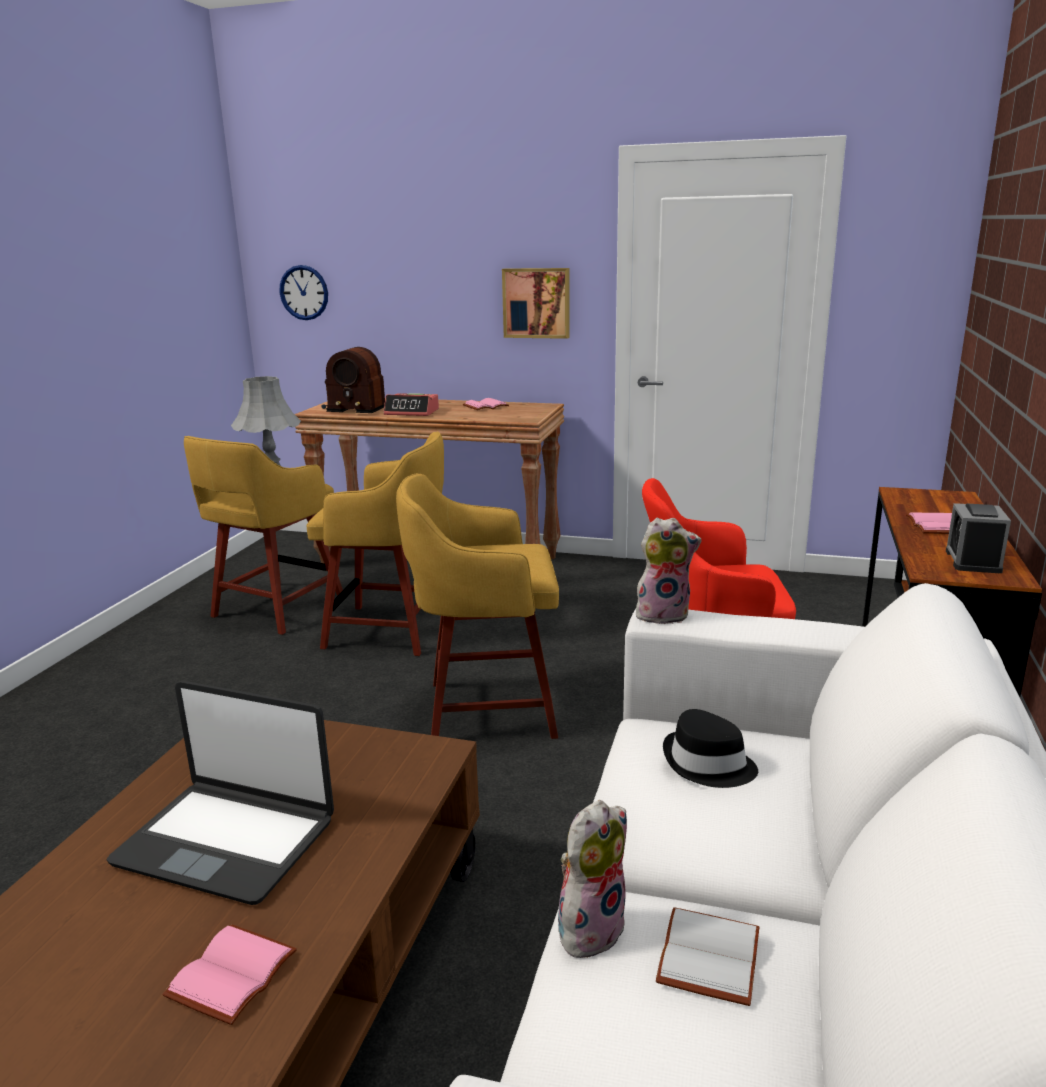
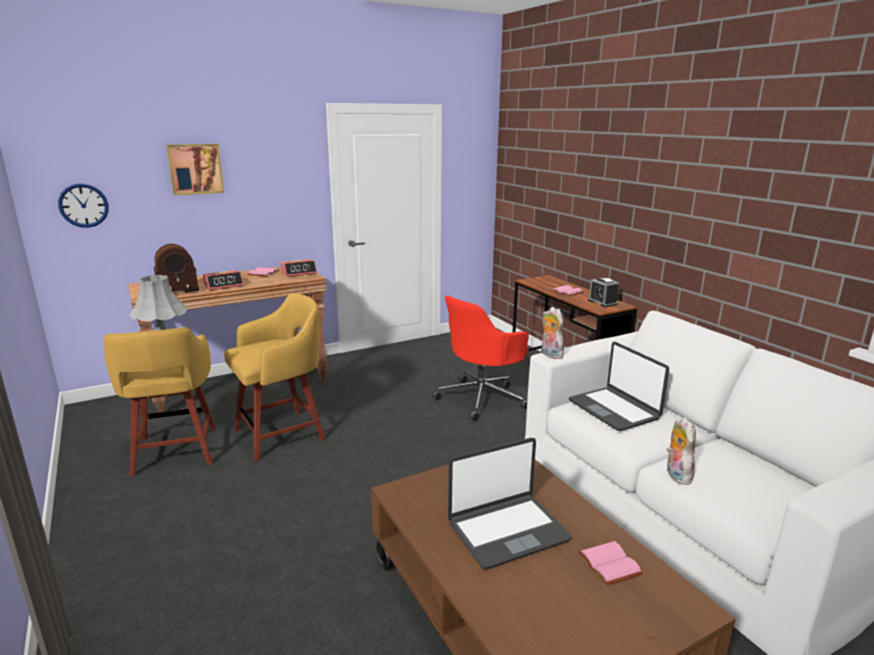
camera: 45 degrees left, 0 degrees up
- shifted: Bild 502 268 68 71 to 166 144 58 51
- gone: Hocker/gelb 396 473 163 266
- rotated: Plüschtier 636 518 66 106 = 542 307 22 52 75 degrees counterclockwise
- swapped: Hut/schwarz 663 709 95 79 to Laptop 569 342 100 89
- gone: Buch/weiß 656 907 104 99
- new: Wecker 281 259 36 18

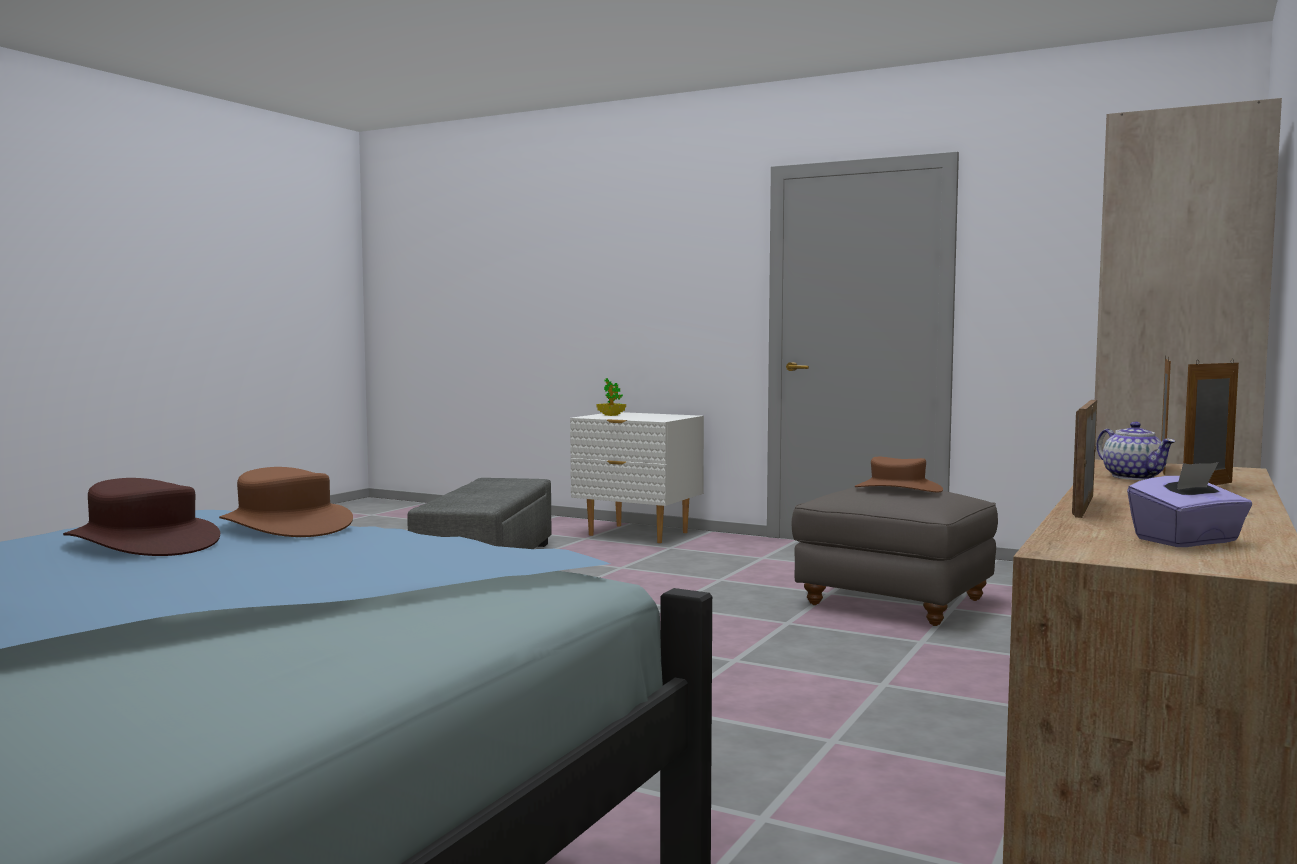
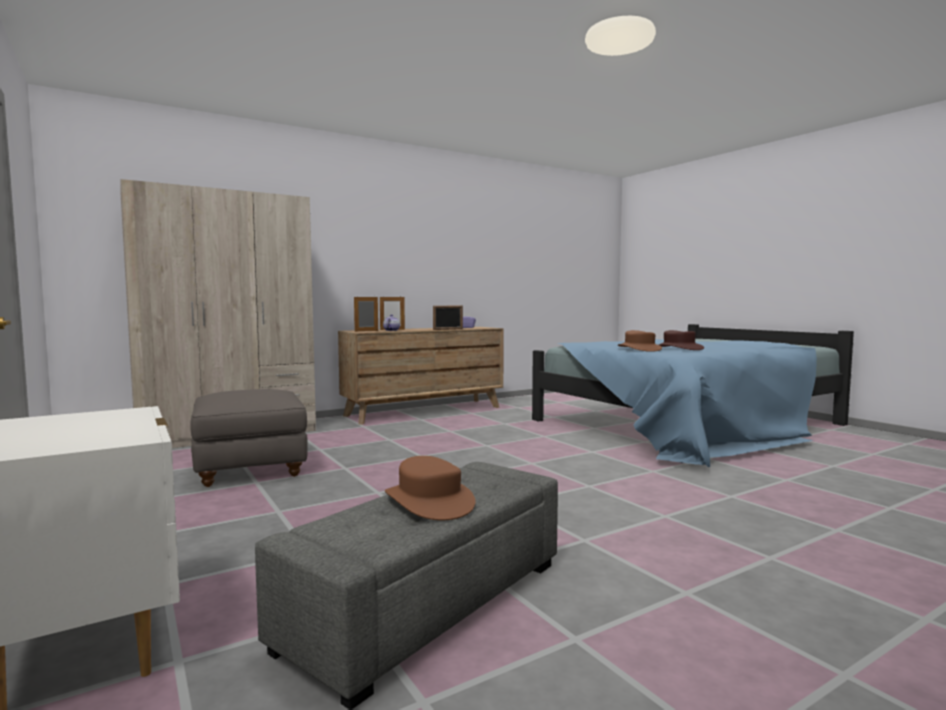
camera: 150 degrees left, 0 degrees up
- gone: Topfpflanze 596 378 30 38
- shifted: Hut/braun 855 457 88 35 to 385 456 91 64

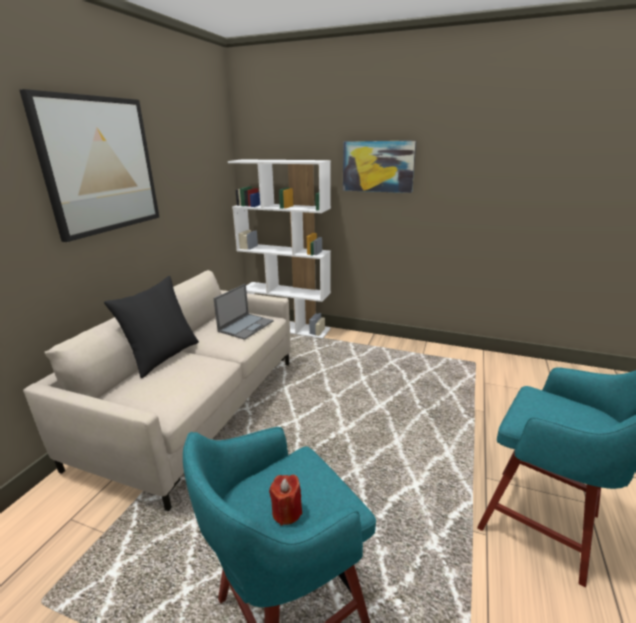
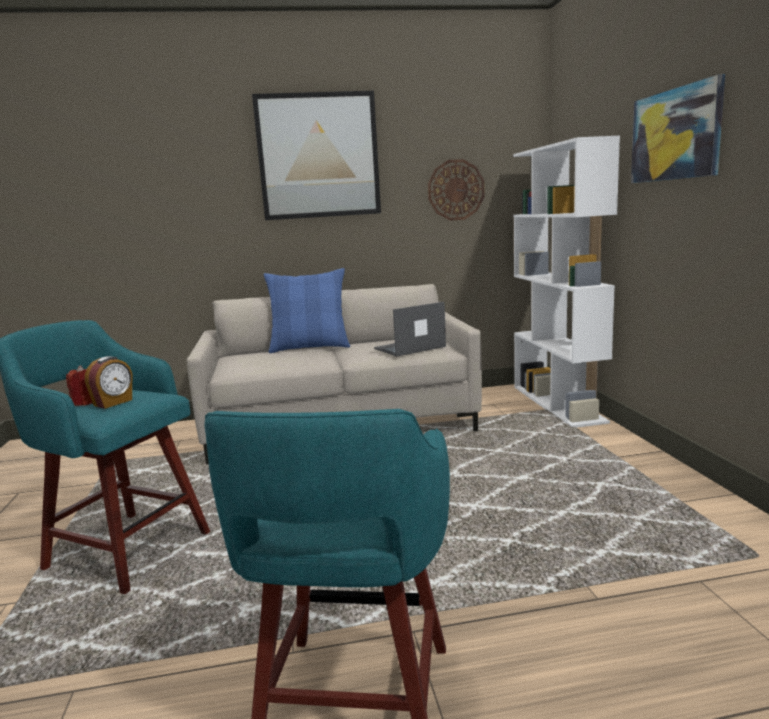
camera: 60 degrees right, 10 degrees down
- repainted: Kissen/schwarz 104 276 95 102 to Kissen/blau 264 268 86 85
- rotated: Laptop 213 284 60 56 = 374 302 72 55 150 degrees clockwise
- new: Wanduhr 428 159 57 62
- new: Wecker 85 356 48 53

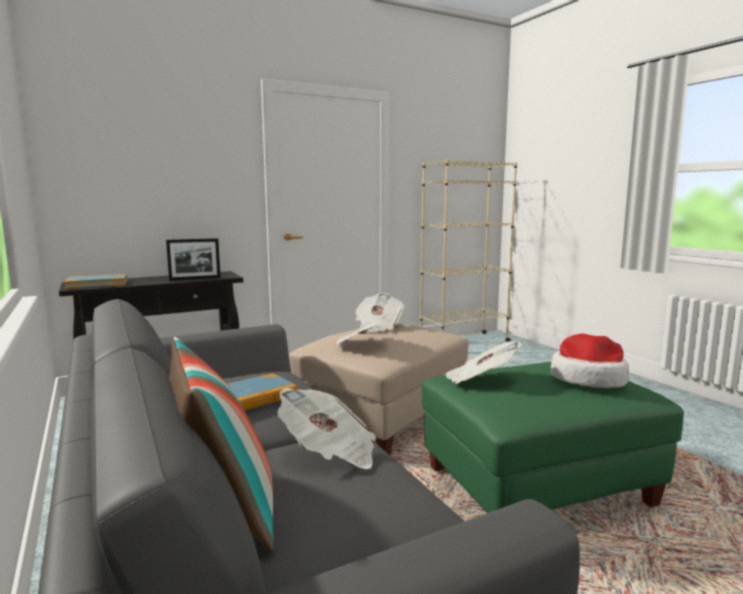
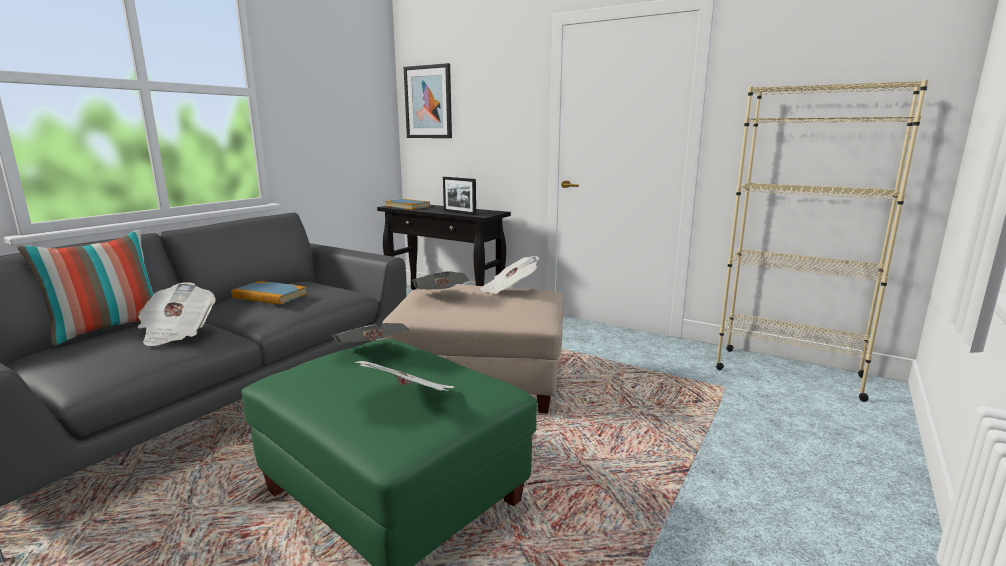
camera: 60 degrees right, 5 degrees up
- swapped: Hut 551 333 78 55 to Zeitung 355 361 99 30
- new: Bild 404 63 48 75

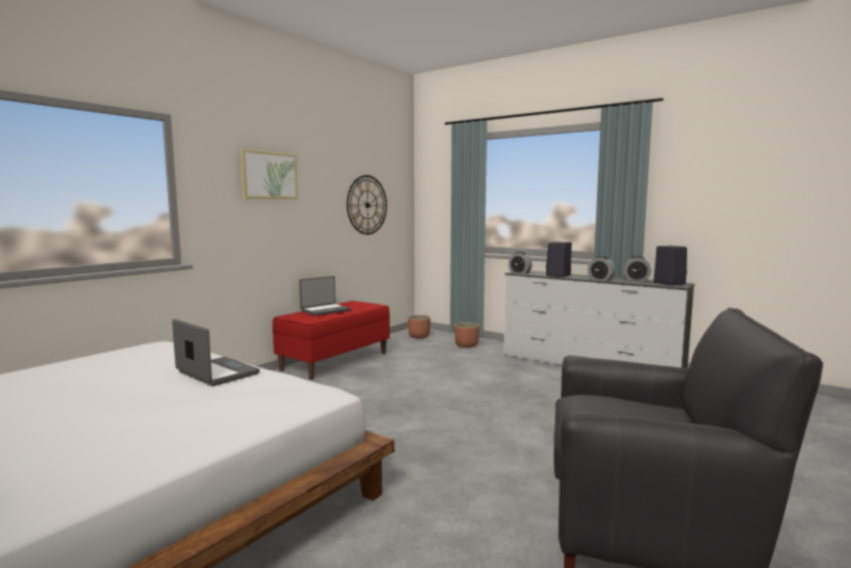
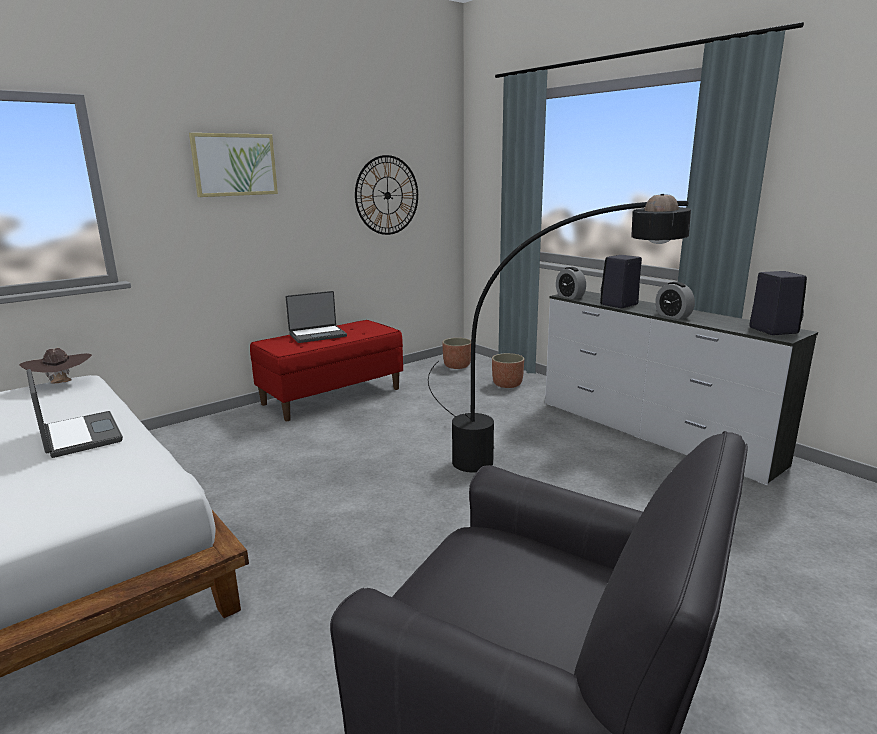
camera: 15 degrees right, 10 degrees up
- gone: Wecker 624 256 27 25
- new: Stehlampe/schwarz 428 194 263 279
- new: Hut/braun 19 348 73 35

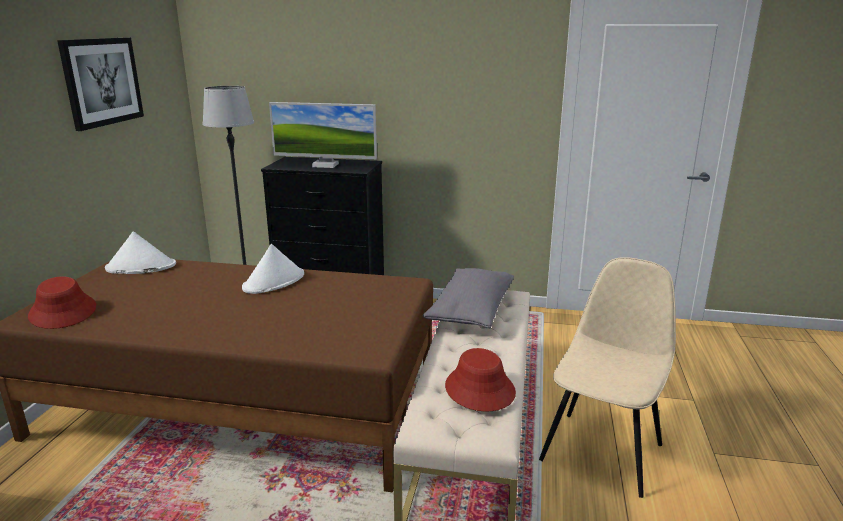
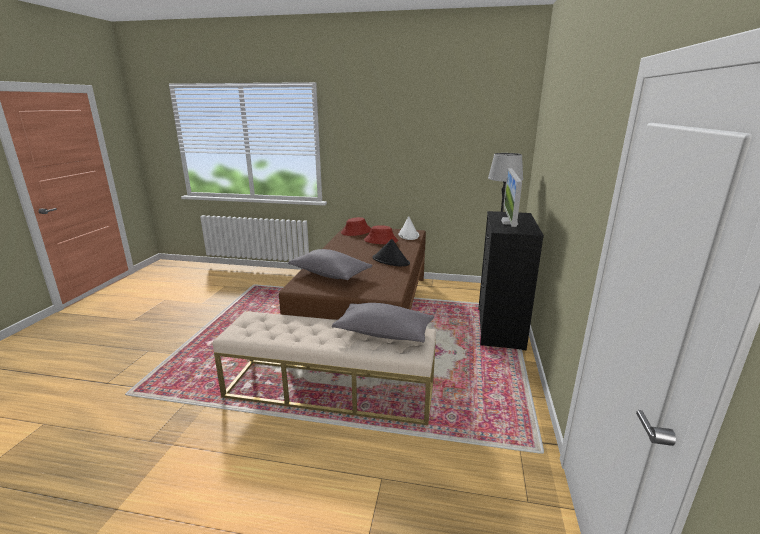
camera: 90 degrees right, 0 degrees up
- gone: Bild 57 38 87 93
- repainted: Hut/weiß 242 244 62 50 to Hut/schwarz 372 239 38 28
- gone: Stuhl/beige 539 257 137 241
- shifted: Hut/rot 445 348 71 64 to 364 225 34 19
- new: Kissen/grau 288 249 84 31

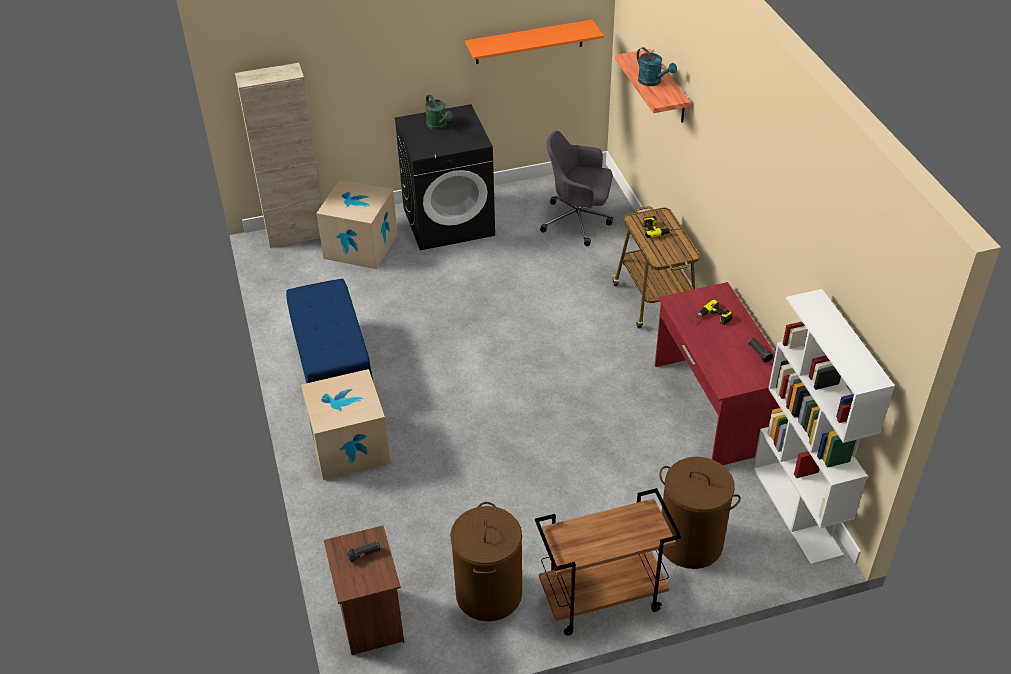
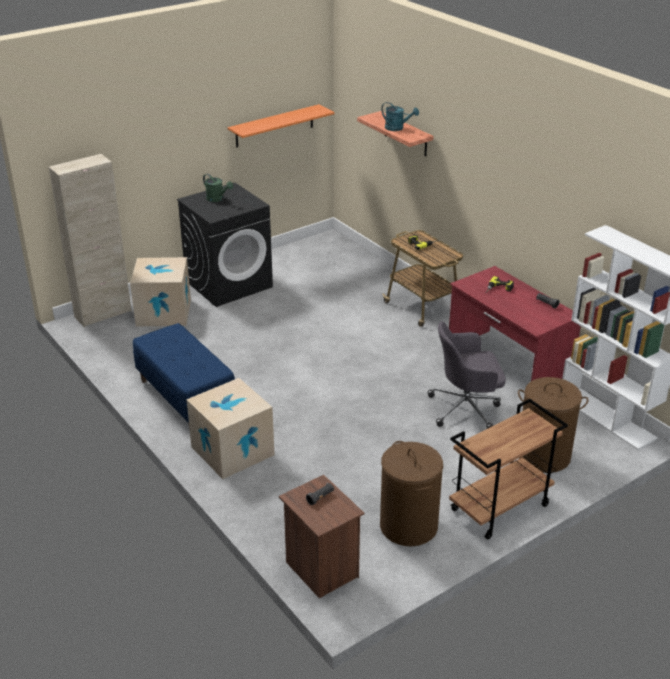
camera: 20 degrees left, 10 degrees down
- shifted: Bürostuhl/grau 540 131 73 115 to 428 321 78 108

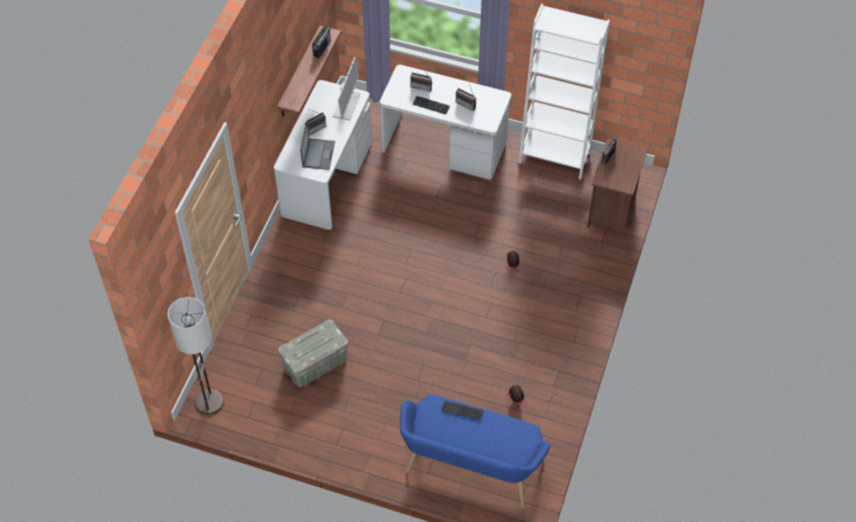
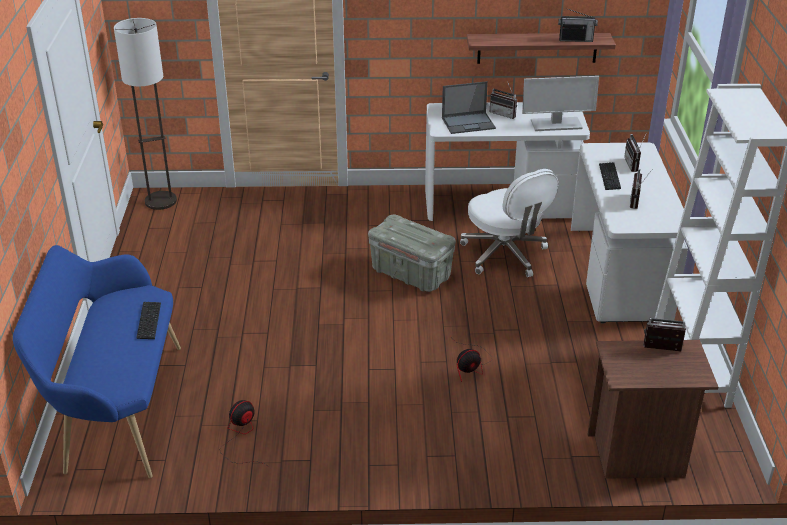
camera: 70 degrees right, 20 degrees down
- shifted: Aufbewahrungsbox/grau 278 320 70 67 to 368 215 88 77
- new: Bürostuhl/weiß 460 169 98 108

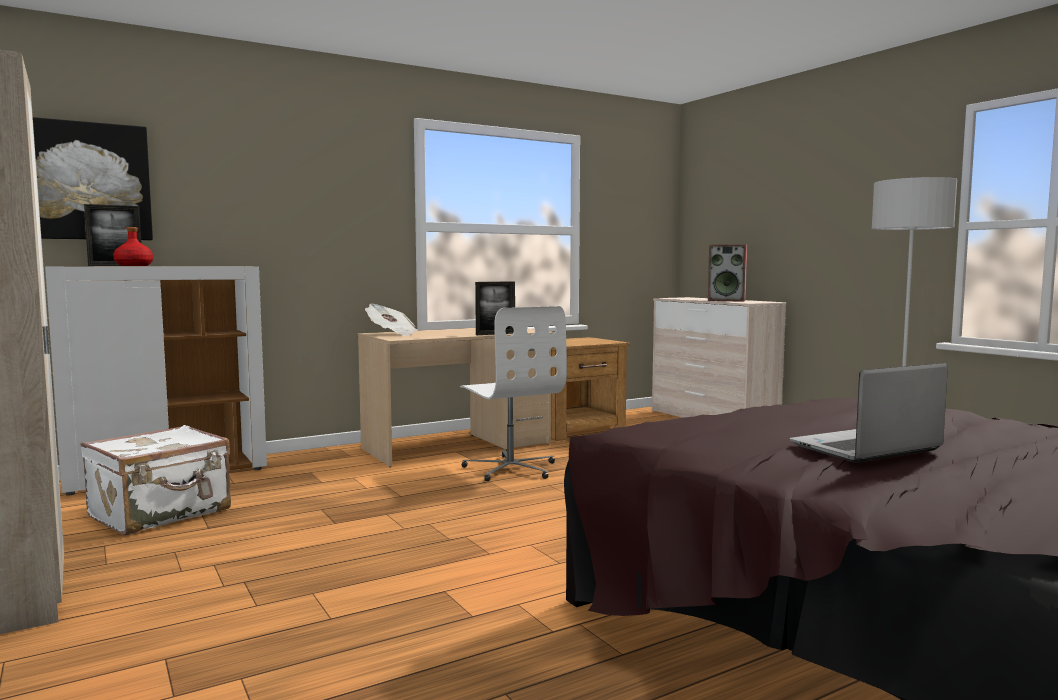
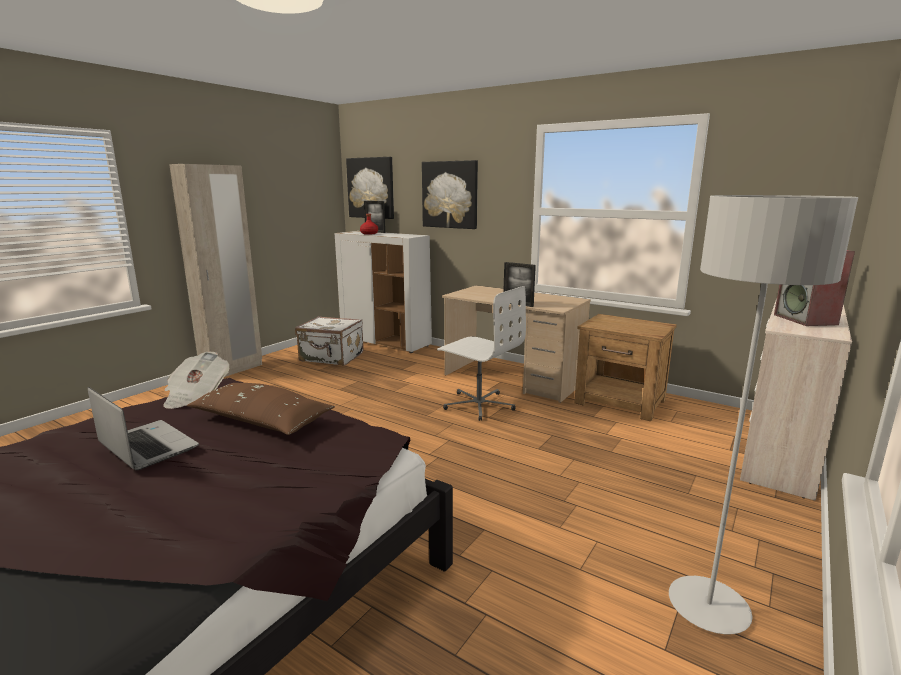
camera: 65 degrees right, 10 degrees up
- shifted: Zeitung 365 304 53 32 to 163 351 67 58
- rotated: Bürostuhl/weiß 460 306 107 176 = 437 286 89 135 90 degrees counterclockwise
- new: Bild 422 160 56 69
- new: Kissen/braun 187 383 148 52

